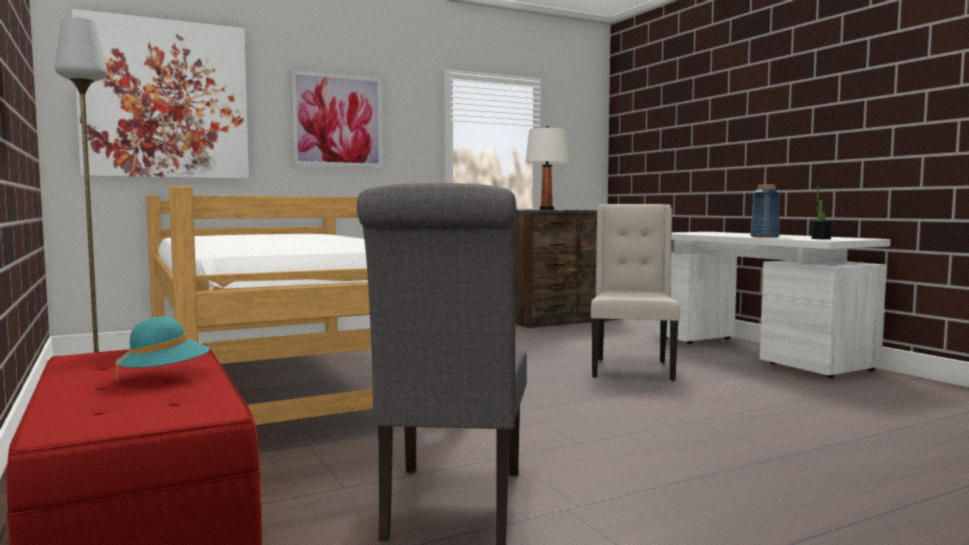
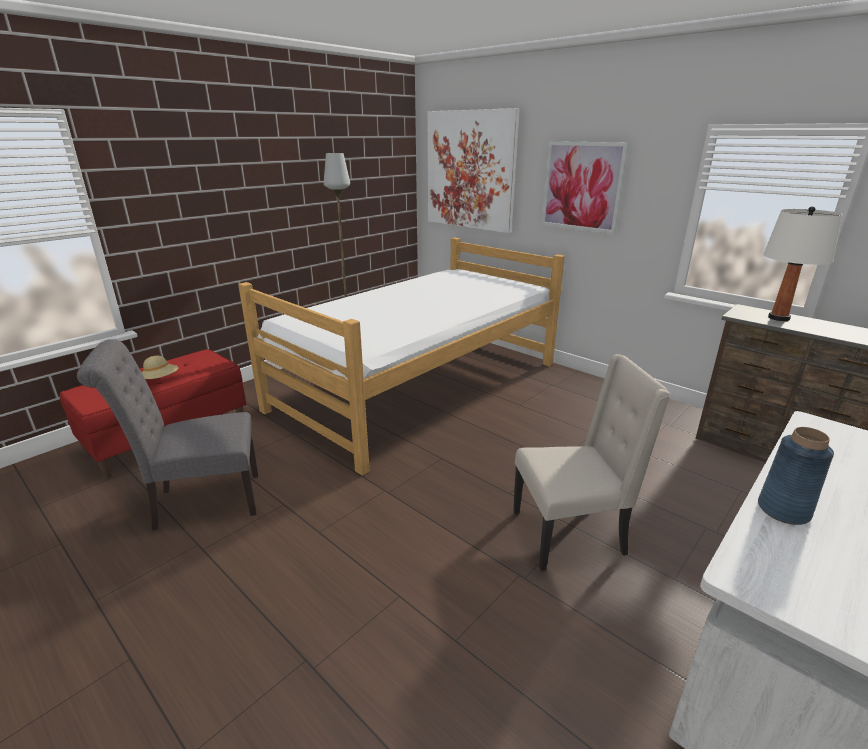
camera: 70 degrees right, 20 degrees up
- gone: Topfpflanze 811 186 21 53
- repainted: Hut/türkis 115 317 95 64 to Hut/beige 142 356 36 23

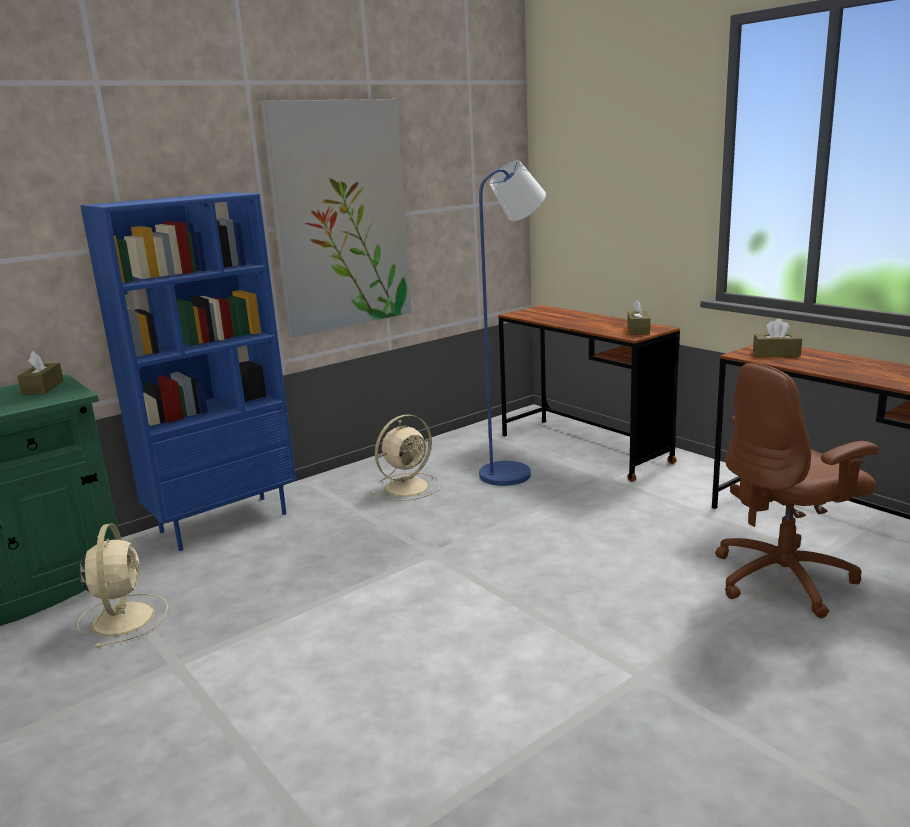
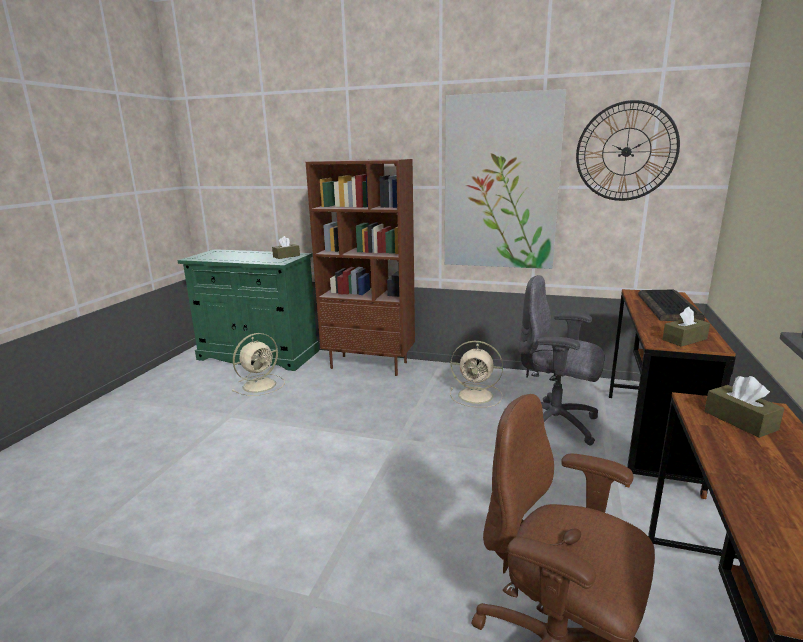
camera: 55 degrees right, 0 degrees up
- swapped: Stehlampe/blau 479 161 67 325 to Bürostuhl/grau 518 275 87 171
- repainted: Bücherregal/blau 80 192 216 359 to Bücherregal/braun 306 159 109 217
- new: Wanduhr 576 100 104 101
- new: Tastatur 638 290 67 31

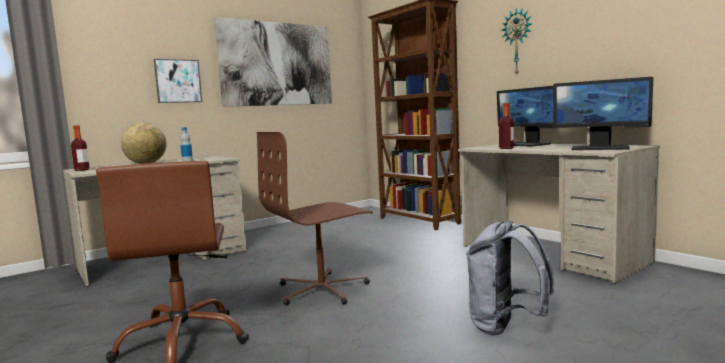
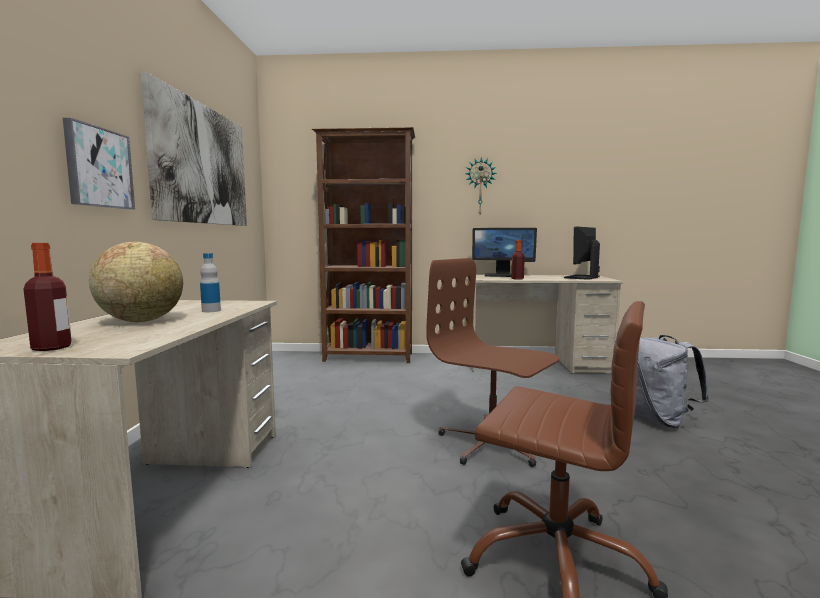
camera: 50 degrees left, 0 degrees up
- rotated: Monitor 553 77 100 73 = 564 227 36 53 150 degrees clockwise
- rotated: Bürostuhl/braun 257 132 116 173 = 426 258 133 209 120 degrees clockwise

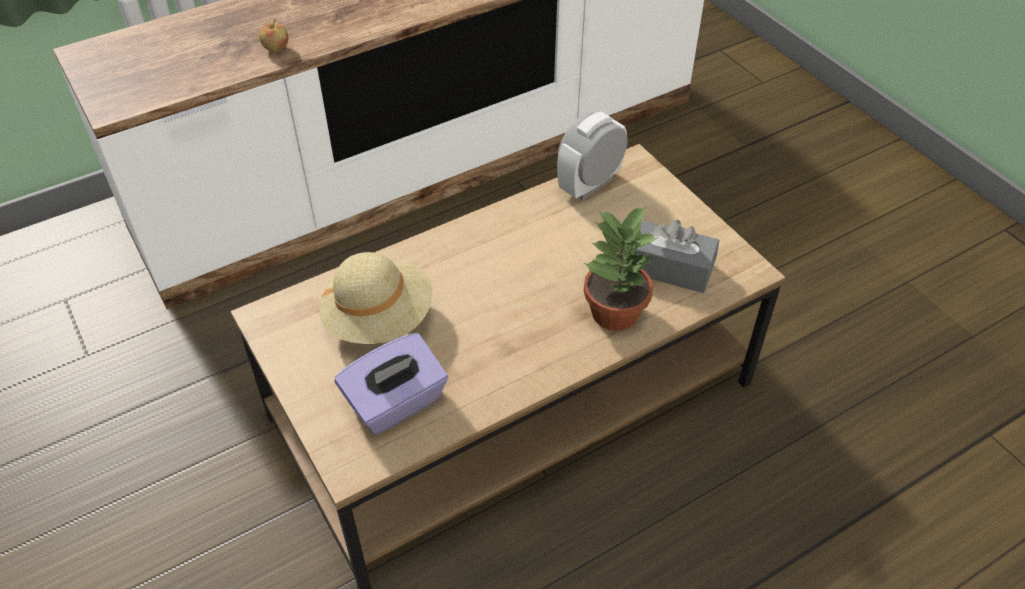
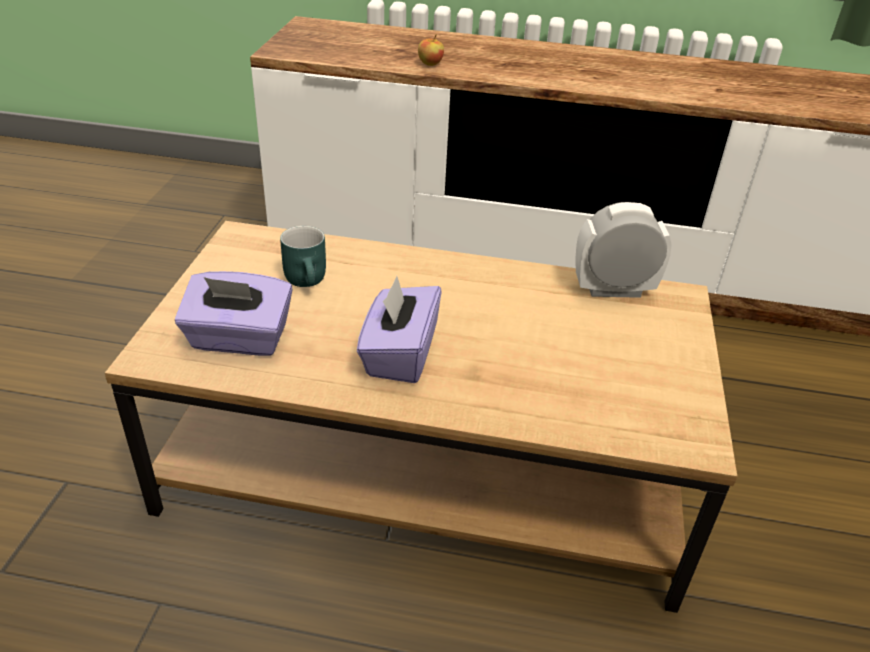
camera: 40 degrees right, 10 degrees down
- gone: Topfpflanze 584 207 73 124
- gone: Taschentuchbox/grau 634 220 85 73
- swapped: Hut/beige 320 252 112 92 to Henkelbecher/türkis 280 226 46 61
- new: Taschentuchbox/lila 357 276 85 107

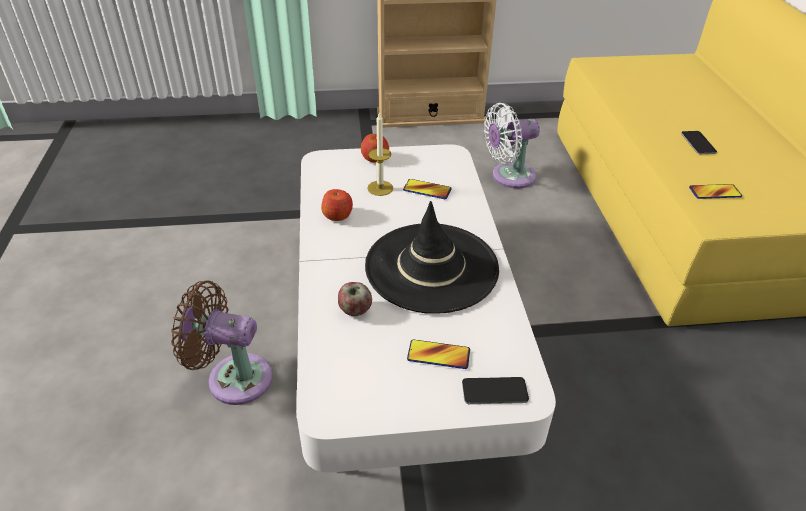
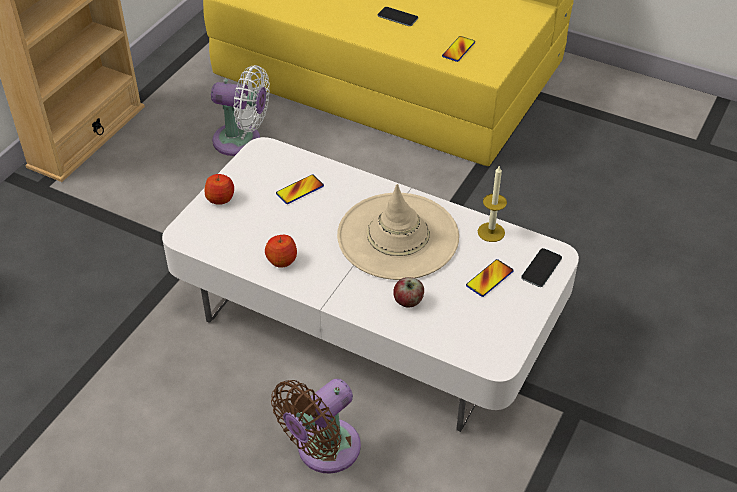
camera: 55 degrees left, 5 degrees up
- rotated: Ventilator/weiß 484 103 56 85 = 211 65 59 91 90 degrees counterclockwise
- shifted: Kerze 367 112 26 84 to 478 165 29 77
- repainted: Hut/schwarz 365 201 134 113 to Hut/beige 337 184 122 96

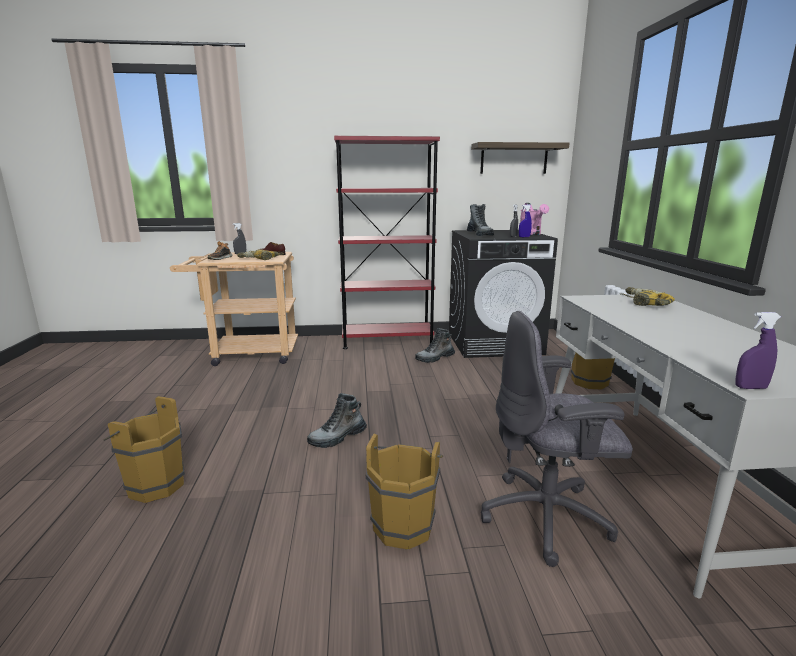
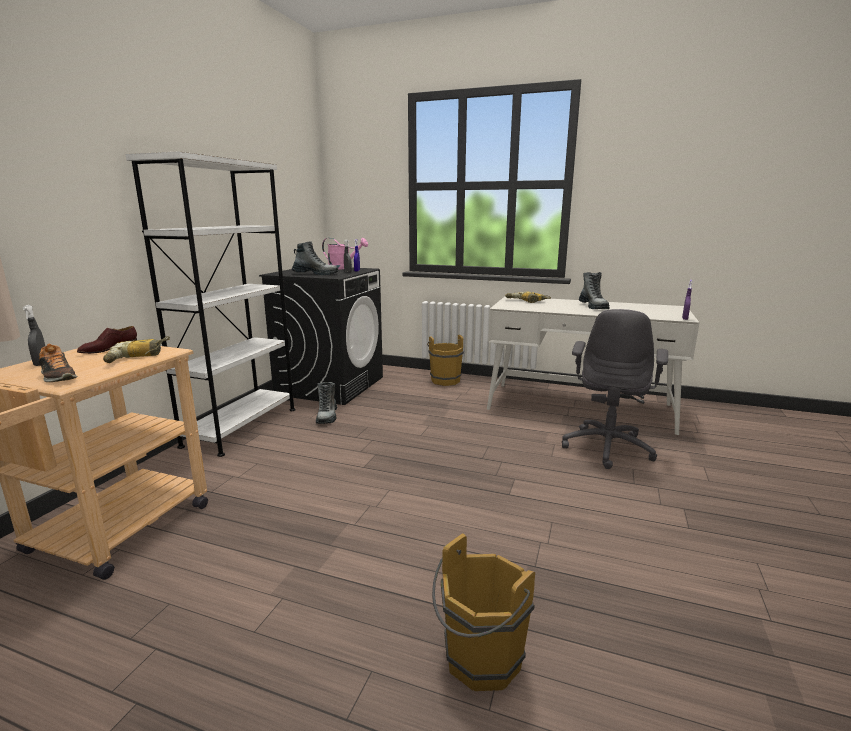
camera: 65 degrees left, 0 degrees up
- repainted: Bücherregal/rot 334 136 106 213 to Bücherregal/weiß 126 151 170 306
- gone: Wandregal 471 142 99 32
- shifted: Stiefel 307 393 60 55 to 579 272 31 37
- gone: Eimer/braun 366 434 77 116

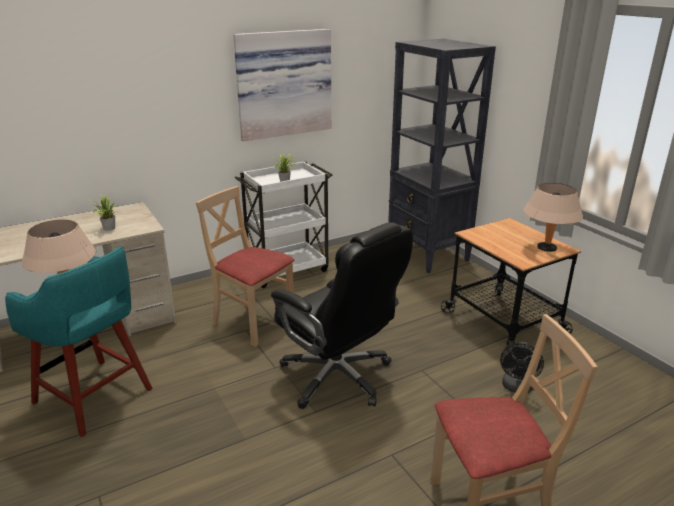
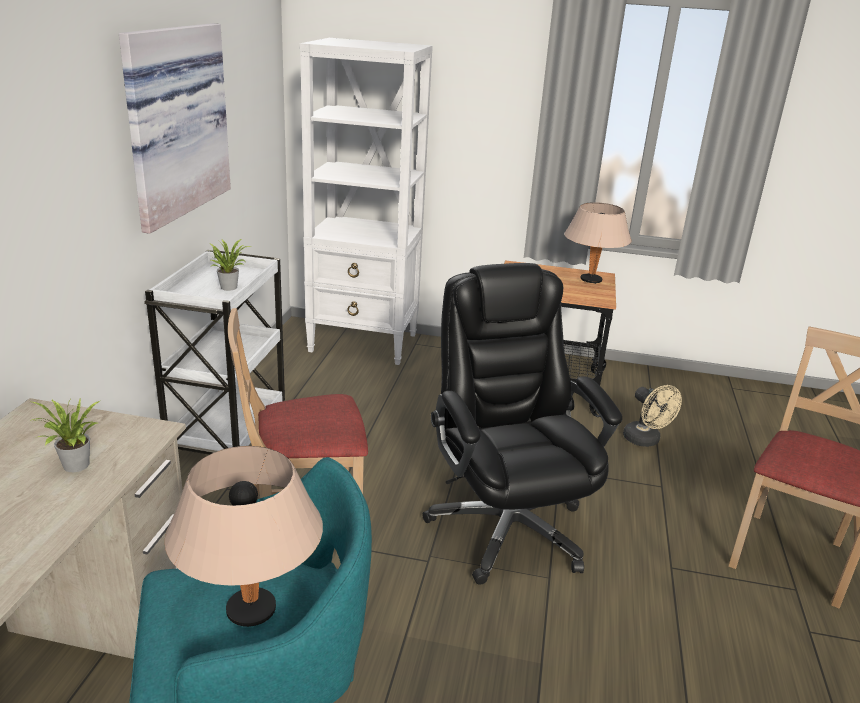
camera: 50 degrees left, 0 degrees up
- repainted: Bücherregal/schwarz 388 39 108 234 to Bücherregal/weiß 300 38 133 327
- rotated: Bürostuhl/schwarz 271 222 142 187 = 422 263 200 322 105 degrees counterclockwise
- repainted: Ventilator/schwarz 500 342 44 51 to Ventilator/beige 623 385 59 62

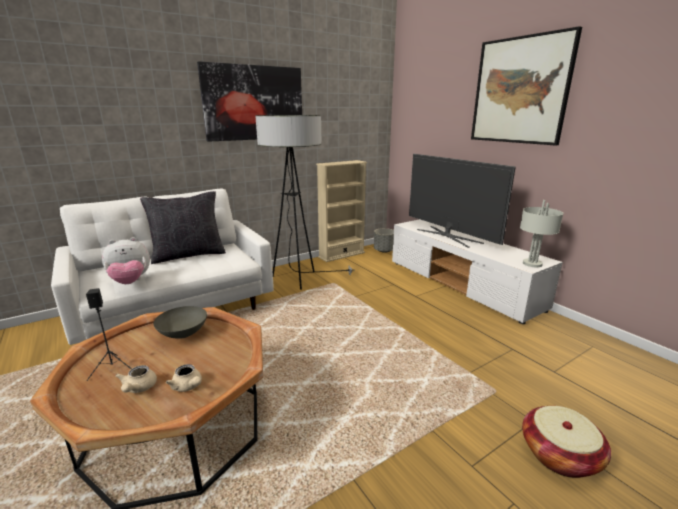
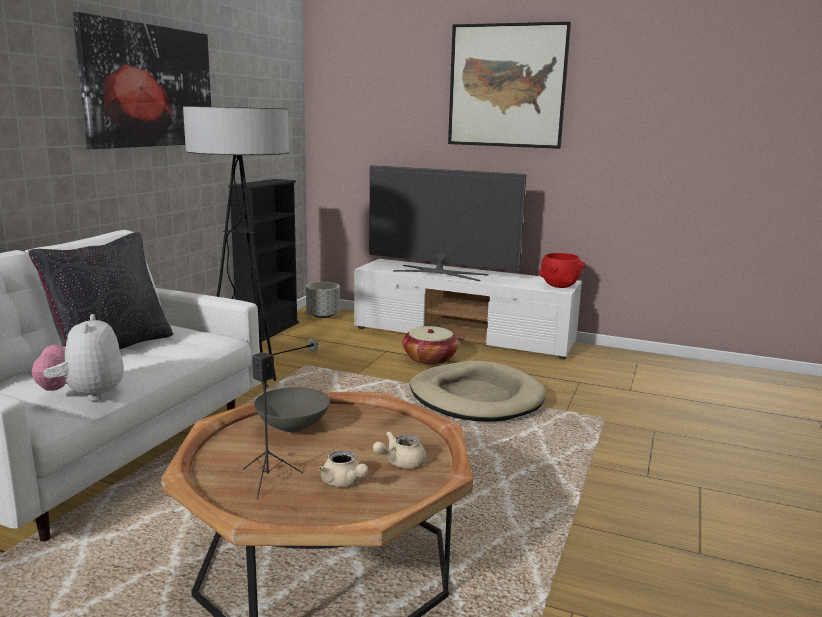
camera: 35 degrees left, 5 degrees down
- repainted: Bücherregal/beige 316 160 51 102 to Bücherregal/schwarz 229 179 70 163
- swapped: Tischlampe/grau 520 200 44 67 to Schüssel/rot 539 253 46 35
- rotated: Plüschtier 102 237 48 47 = 32 314 92 87 135 degrees clockwise
- rotated: Teekanne/beige 166 364 36 28 = 373 431 53 37 135 degrees clockwise
- shifted: Korb 522 406 89 72 to 402 326 57 39
- new: Hundebett/beige 410 361 136 61

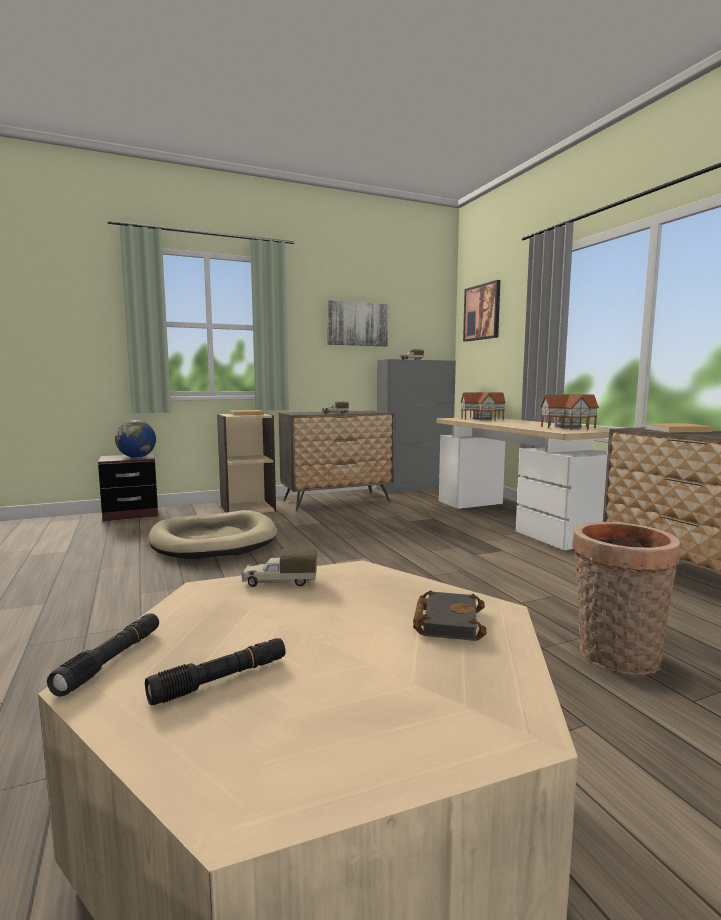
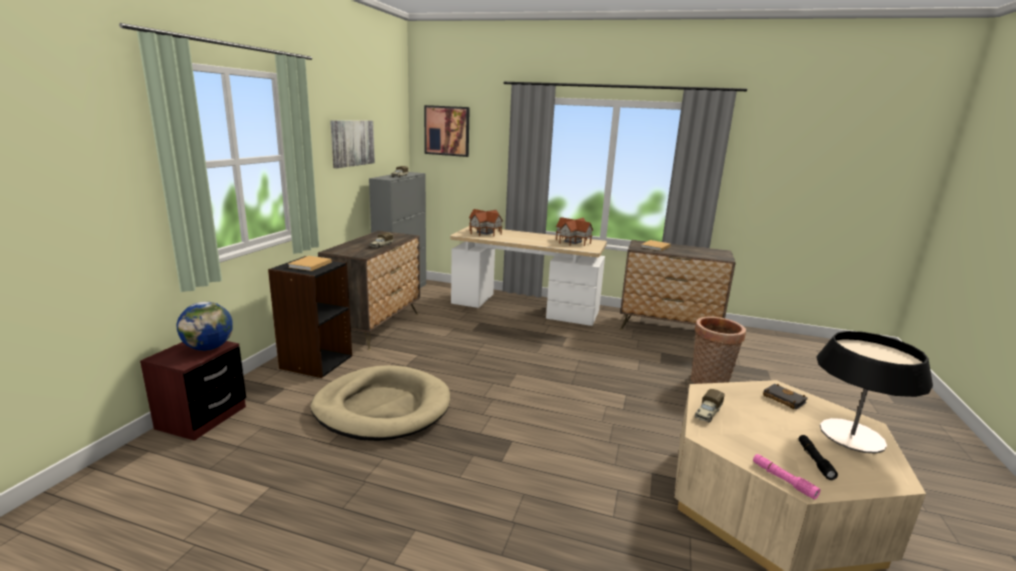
camera: 50 degrees left, 10 degrees up
- repainted: Bücherregal/beige 217 413 59 100 to Bücherregal/schwarz 268 256 84 122
- repainted: Taschenlampe/schwarz 47 613 112 84 to Taschenlampe/rosa 753 454 67 45
- new: Tischlampe 816 331 117 123

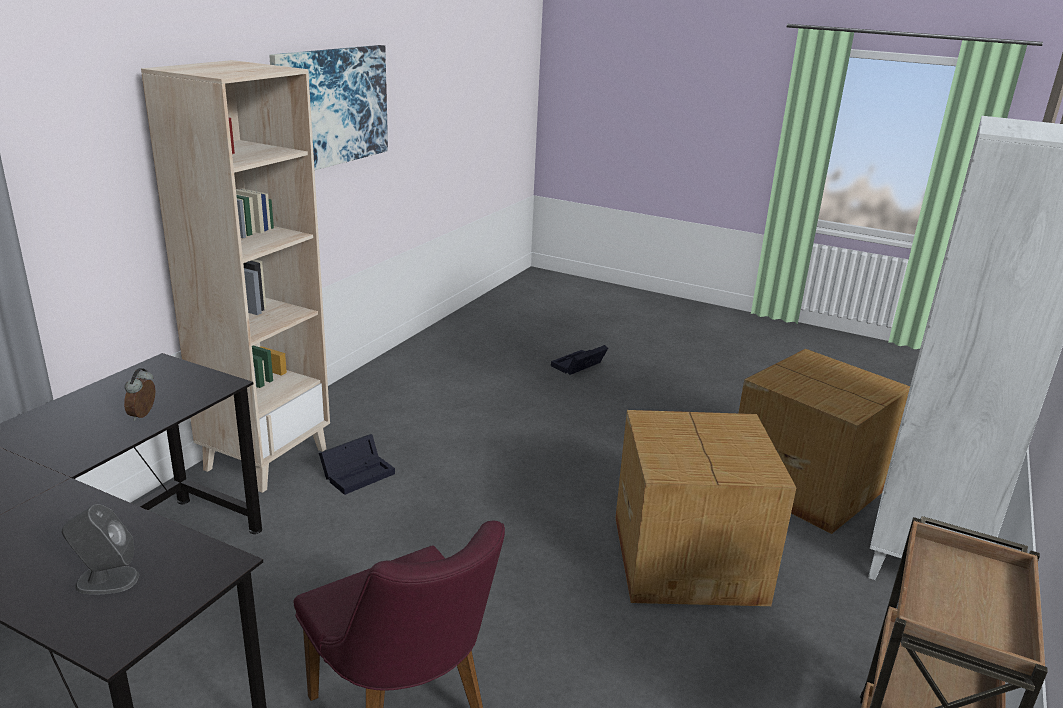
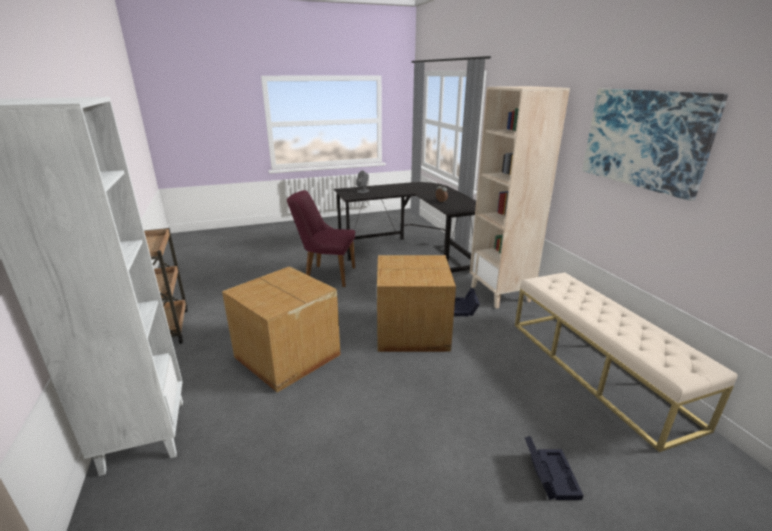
camera: 135 degrees right, 0 degrees up
- shifted: Karton 739 349 171 185 to 377 255 79 97
- new: Bank/beige 515 272 223 180

